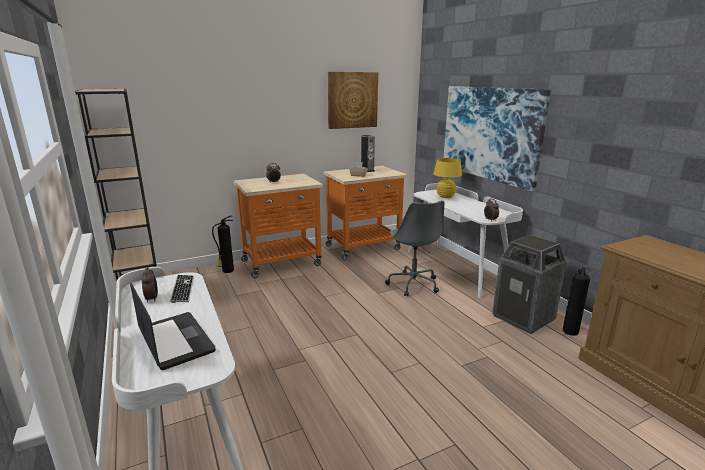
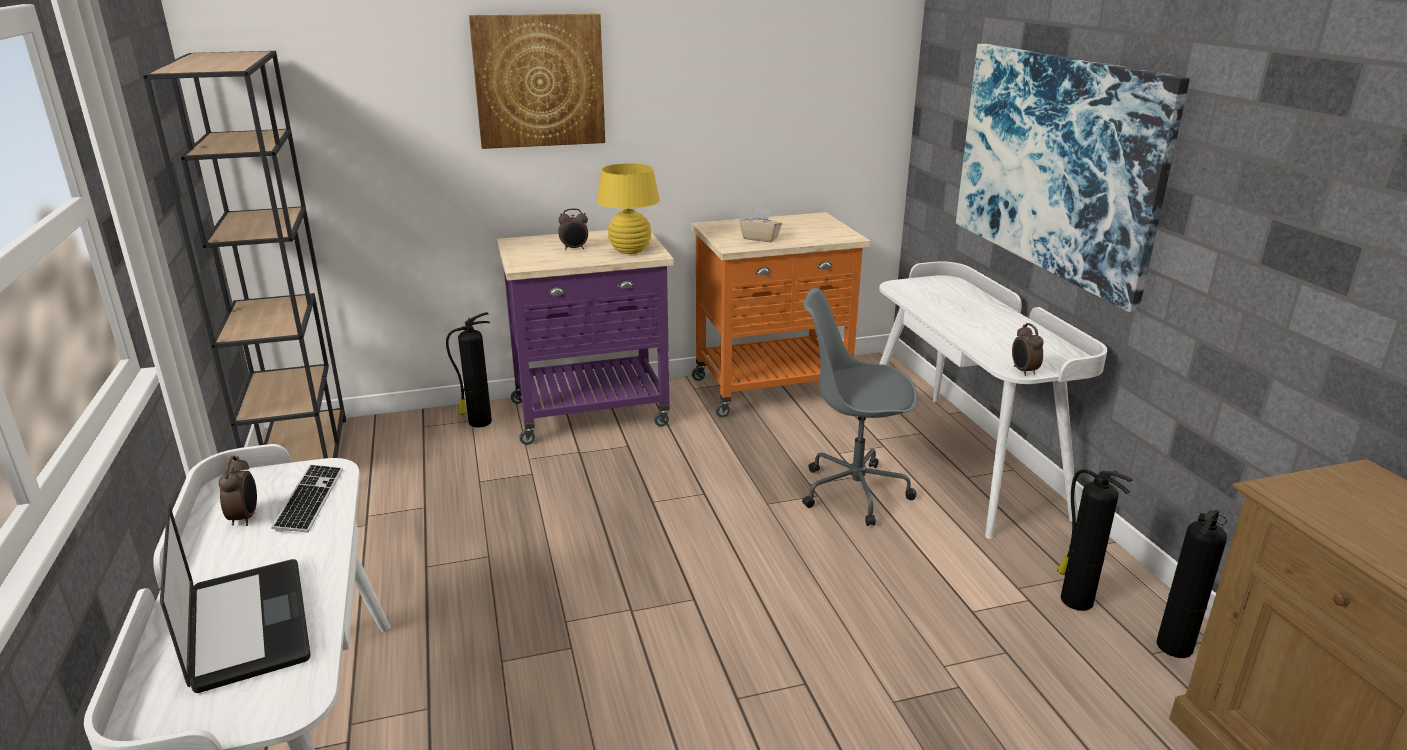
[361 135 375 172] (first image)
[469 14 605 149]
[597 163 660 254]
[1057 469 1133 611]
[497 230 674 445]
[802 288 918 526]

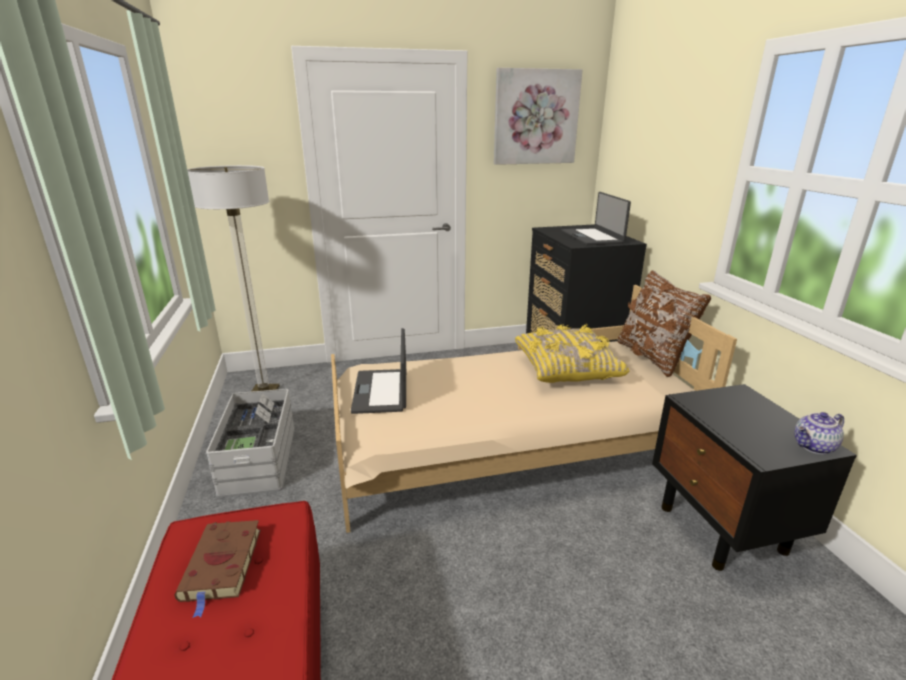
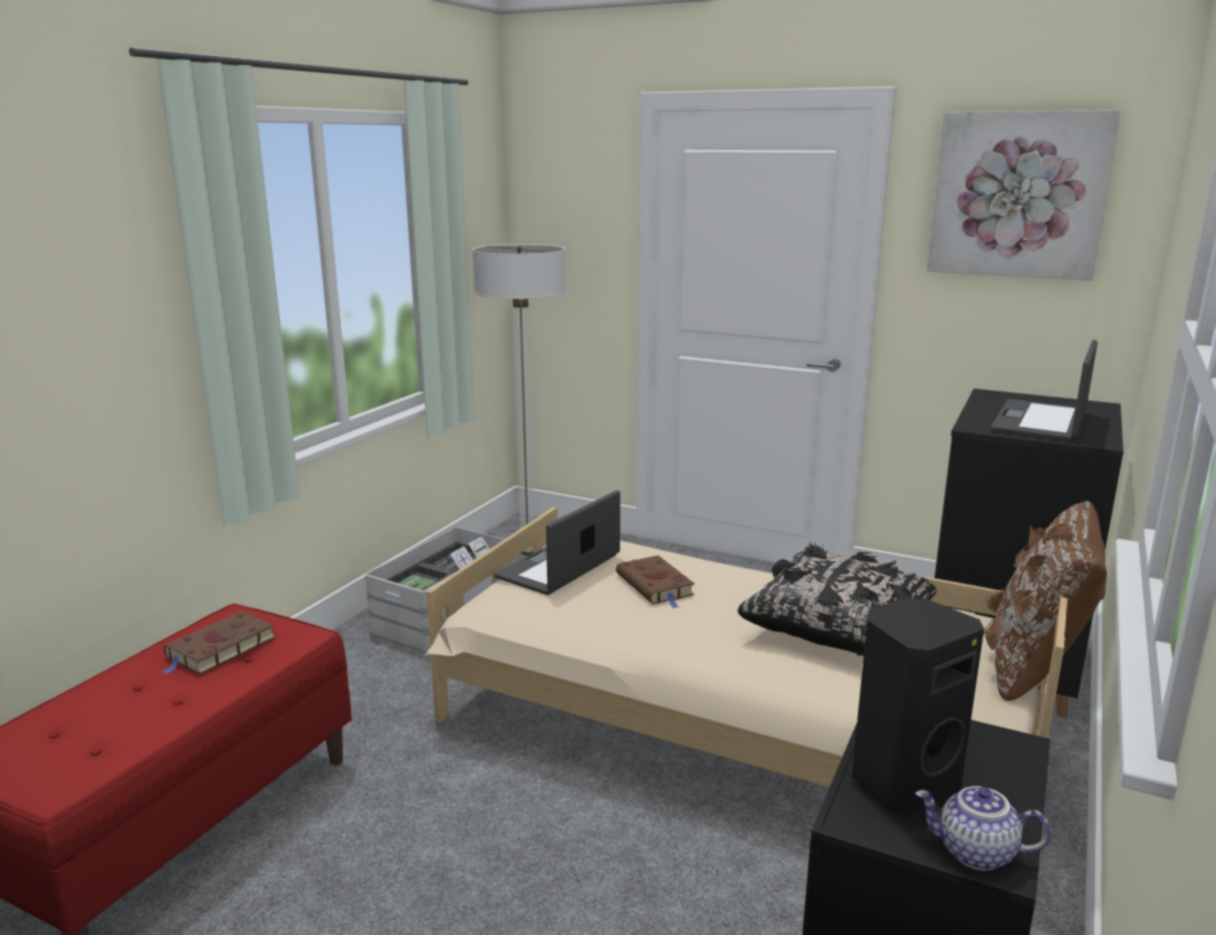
[616 555 695 608]
[852 598 984 816]
[738 542 937 656]

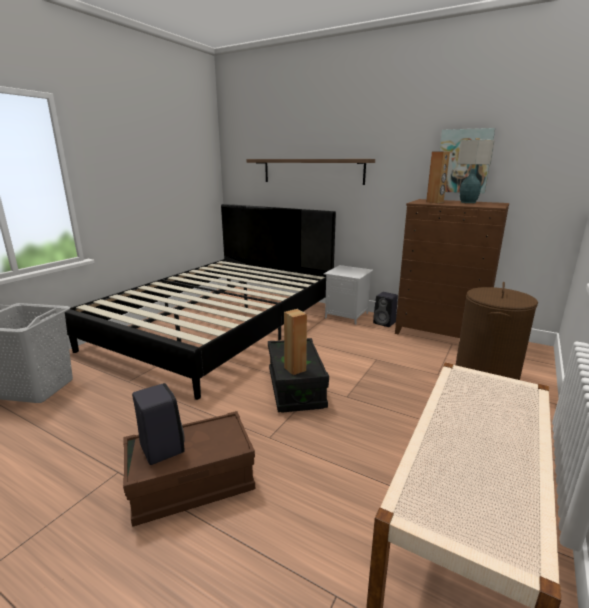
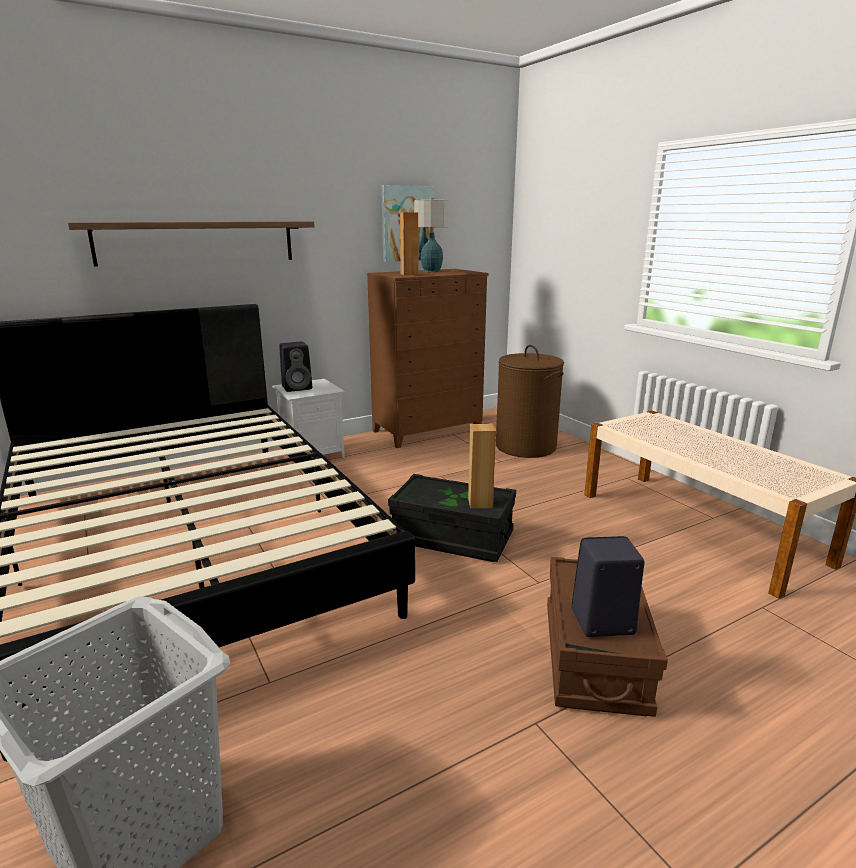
[279 342 312 392]

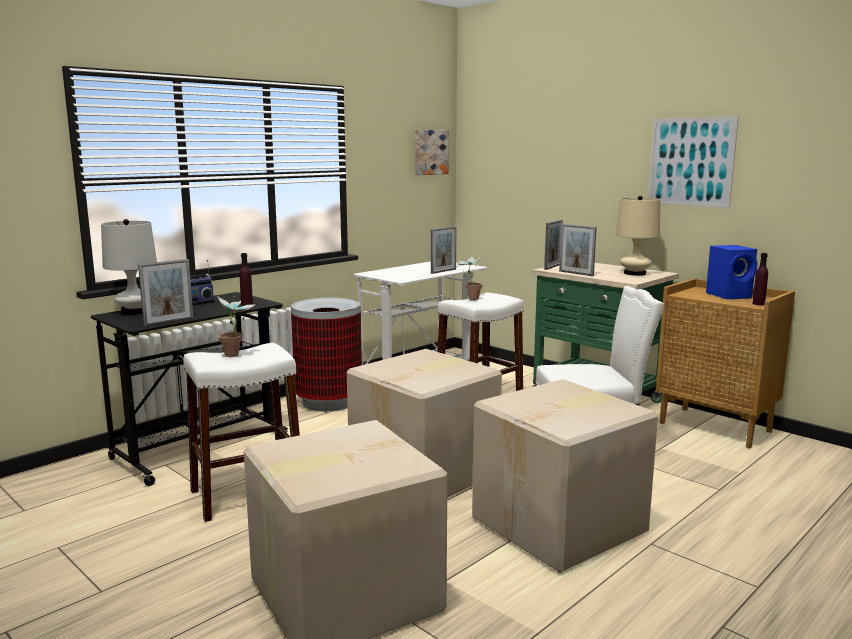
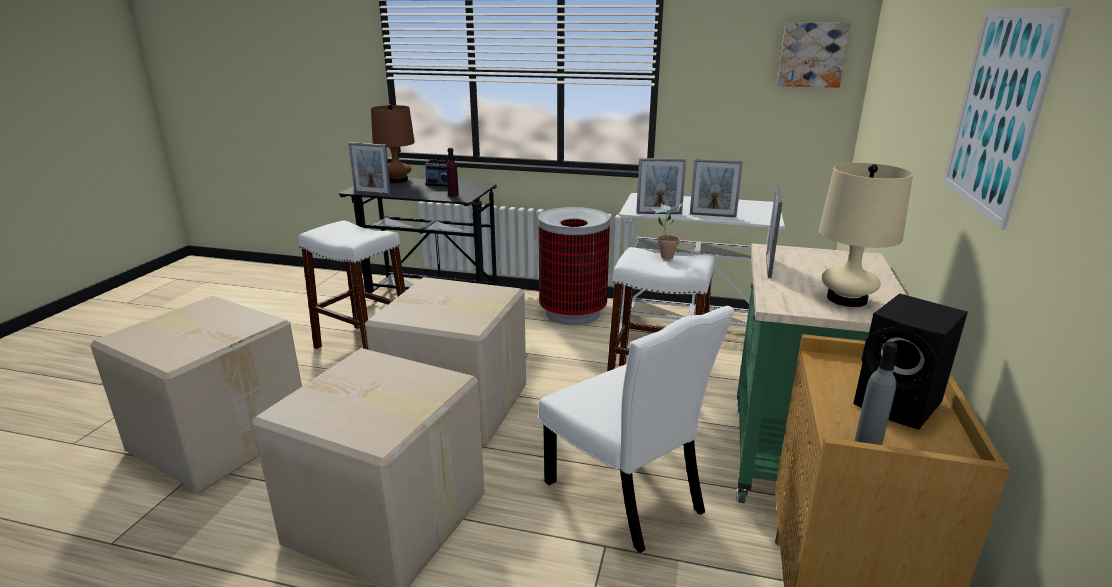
[217 296 256 357] (first image)
[636 158 687 214]
[371 104 415 183]
[853 293 968 430]
[855 342 899 445]

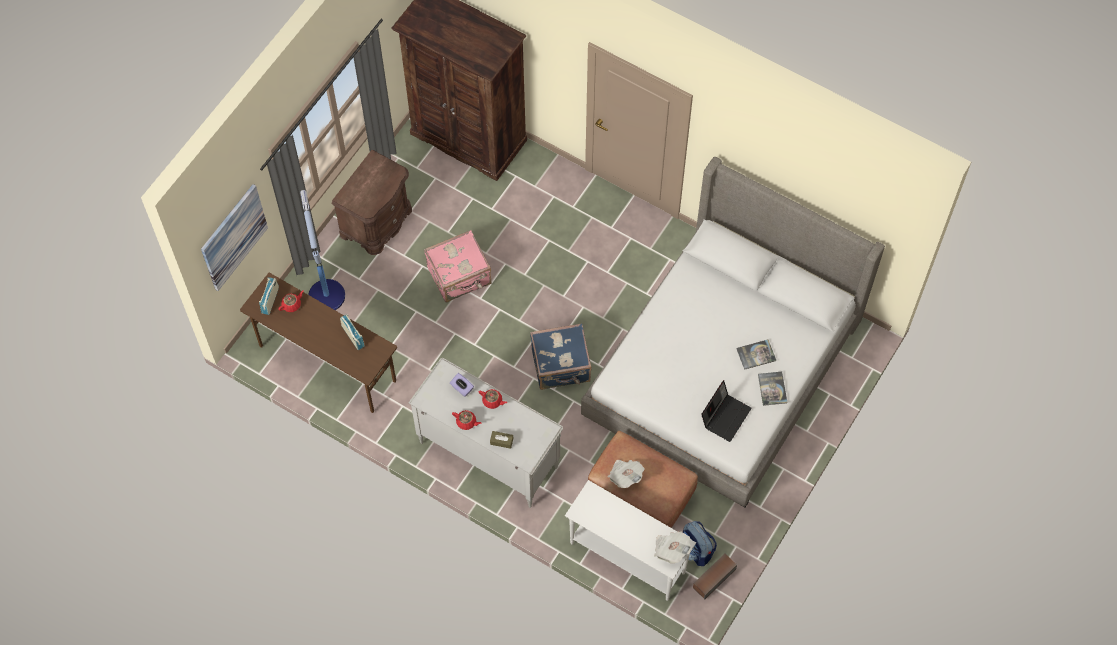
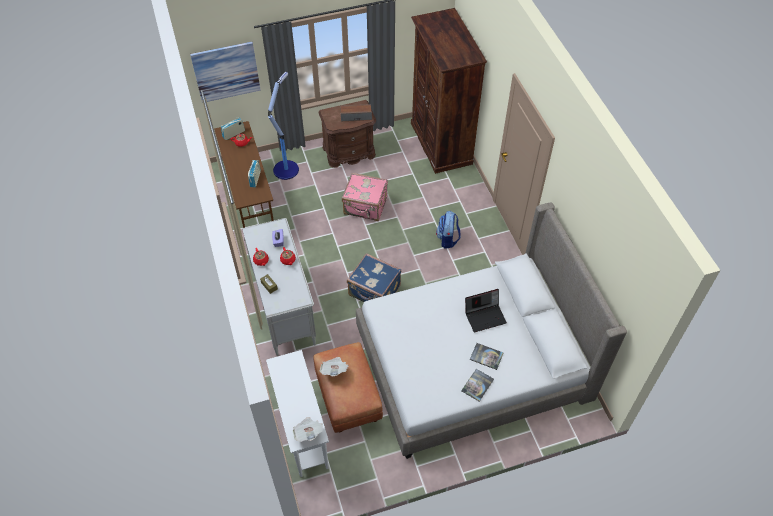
[436 211 461 249]
[341 104 372 121]
[465 289 507 332]

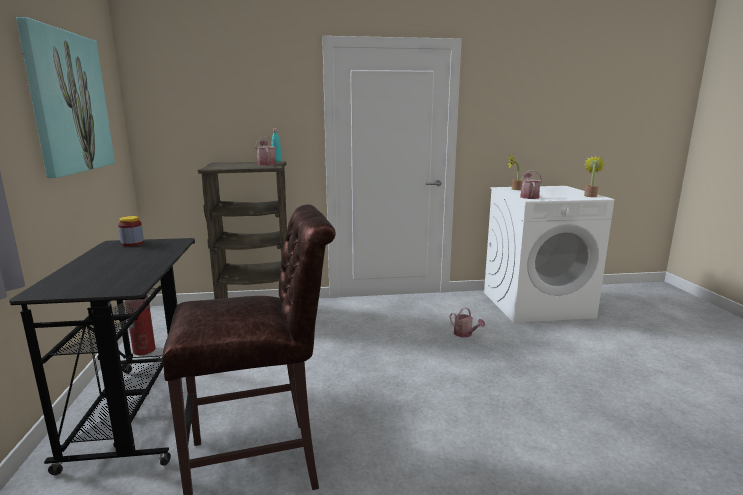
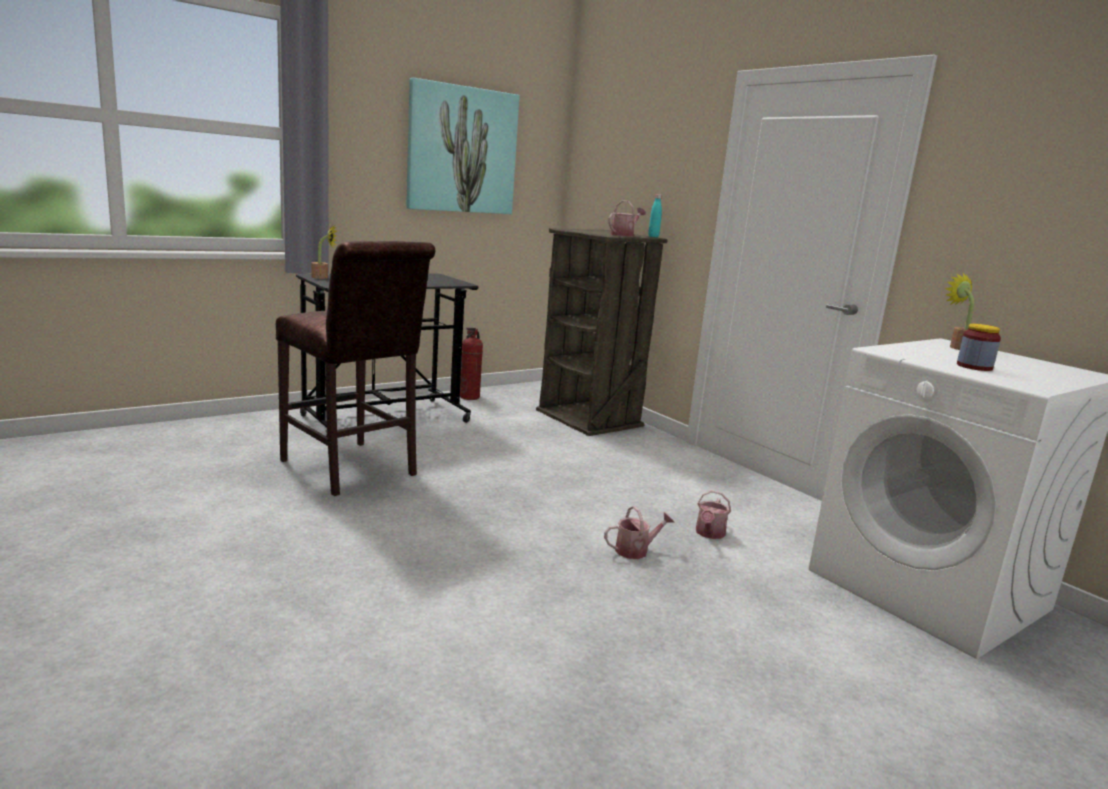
[957 324 1001 371]
[604 506 675 559]
[311 225 337 279]

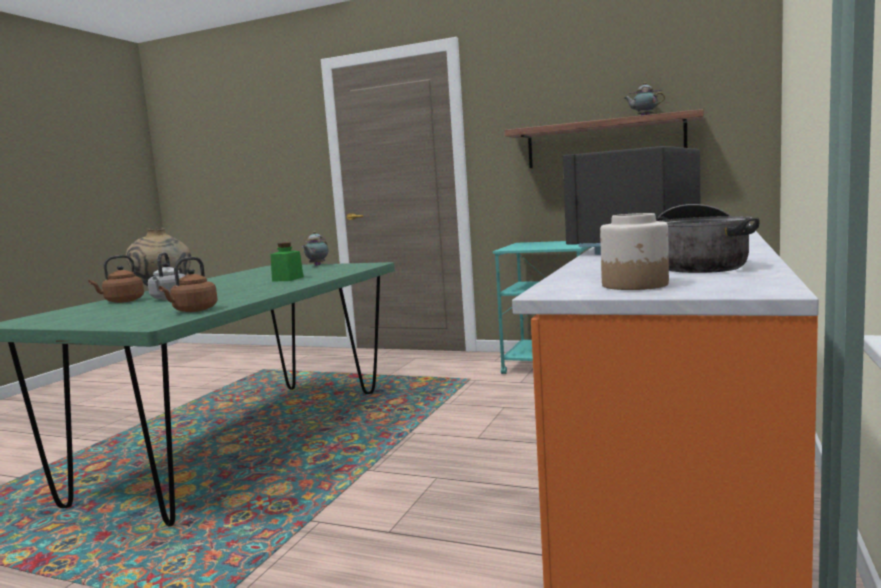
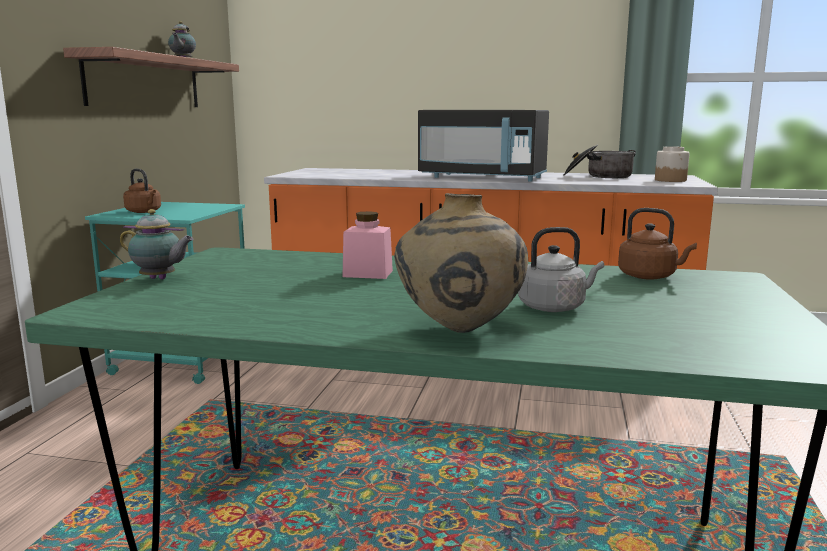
[123 169 161 213]
[343 211 393 279]

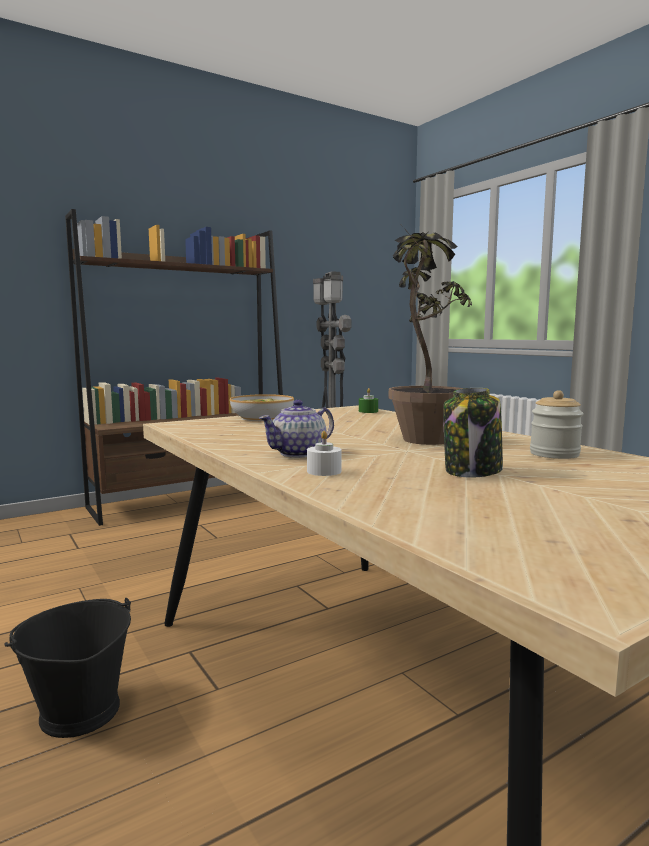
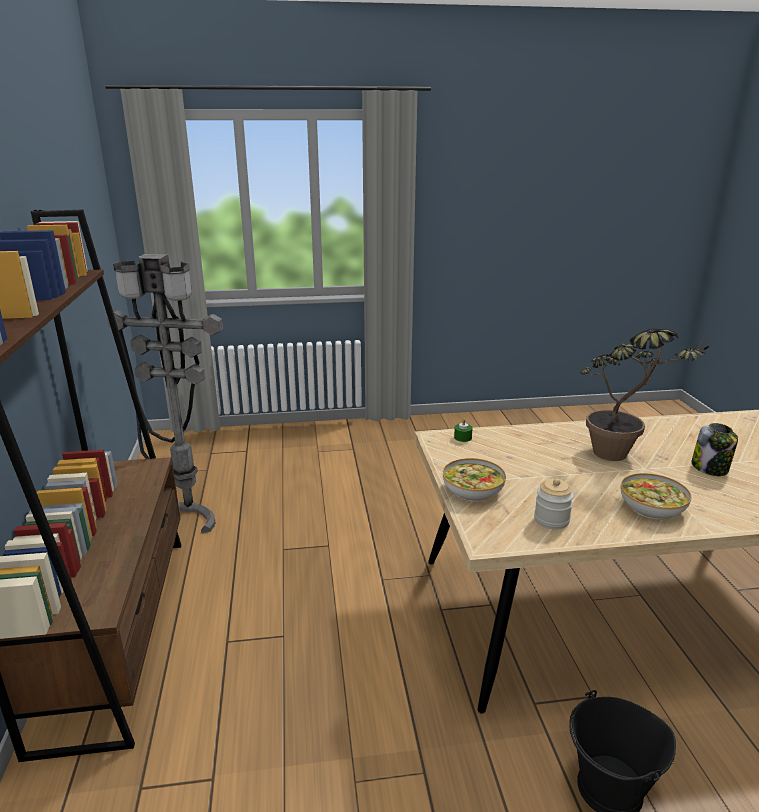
[307 431 341 476] (first image)
[534 478 574 530]
[621 473 691 520]

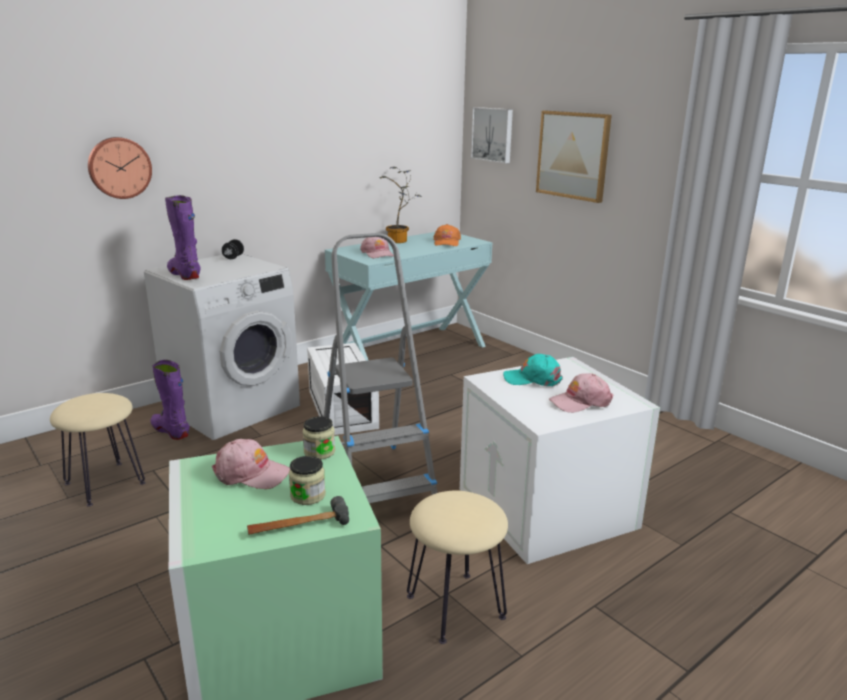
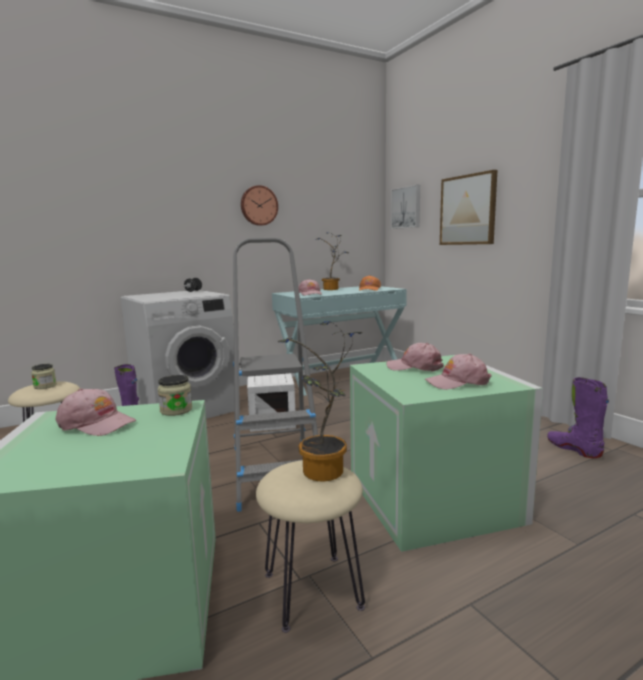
[247 496 349 534] (first image)
[278 321 363 481]
[241 185 278 226]
[547 377 609 458]
[31 364 57 389]
[350 355 543 552]
[386 343 444 371]

